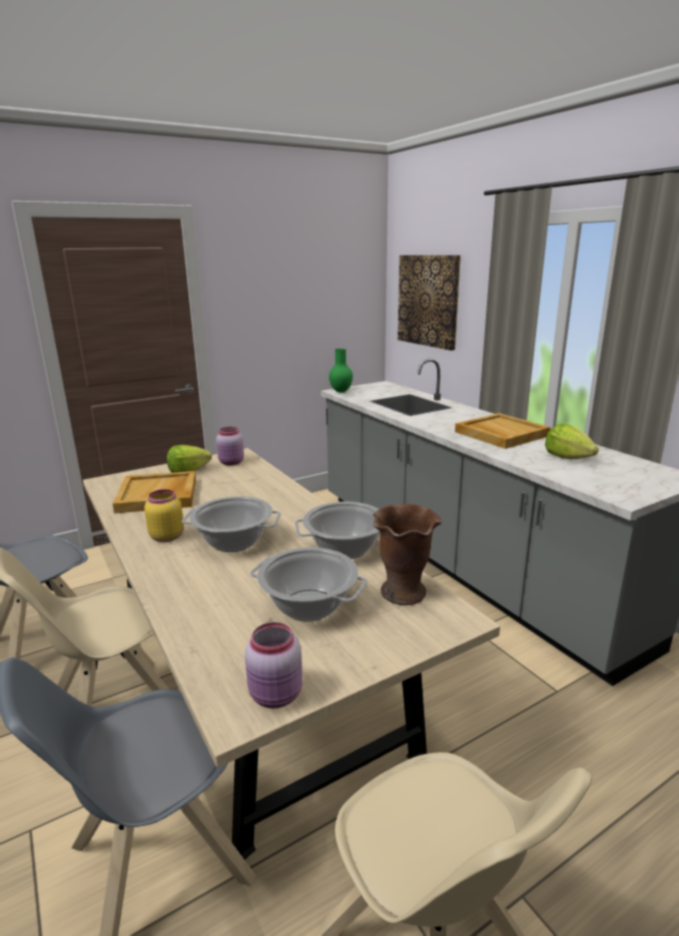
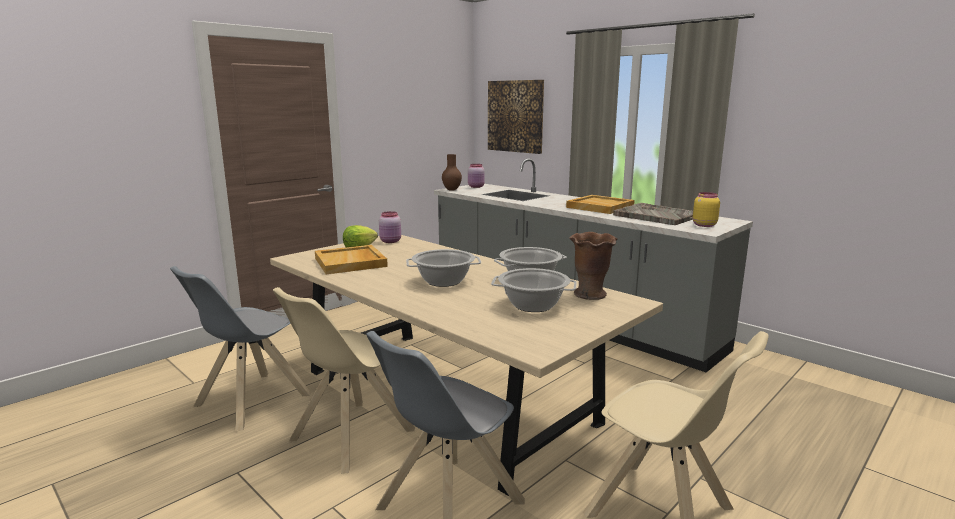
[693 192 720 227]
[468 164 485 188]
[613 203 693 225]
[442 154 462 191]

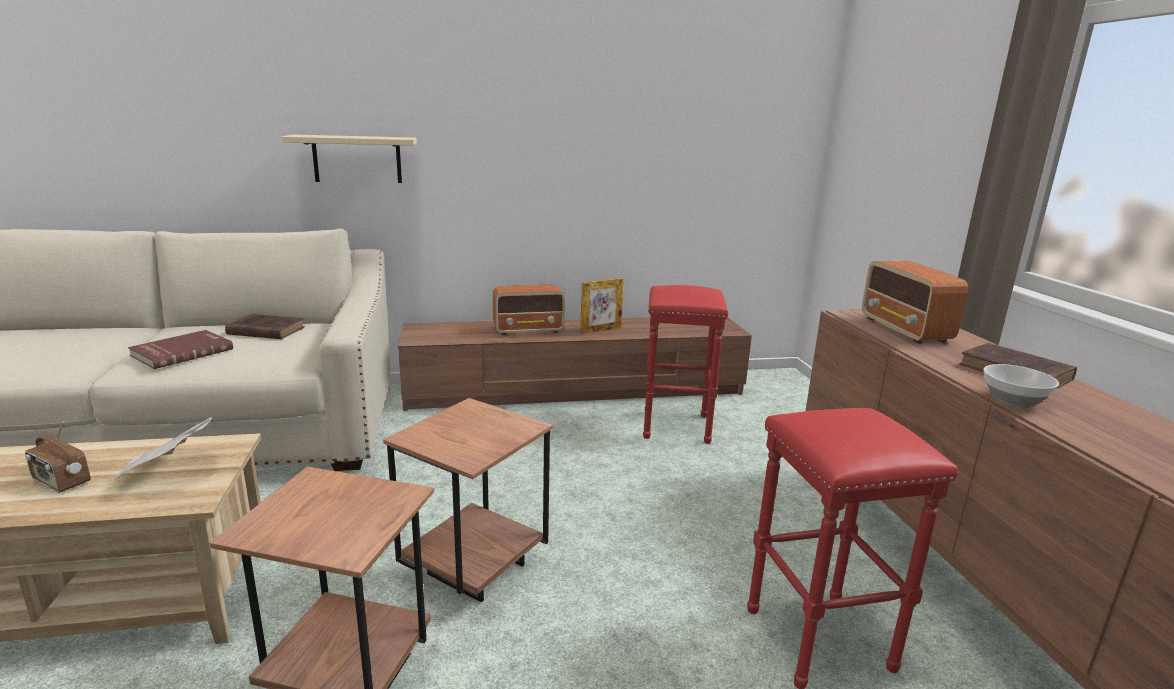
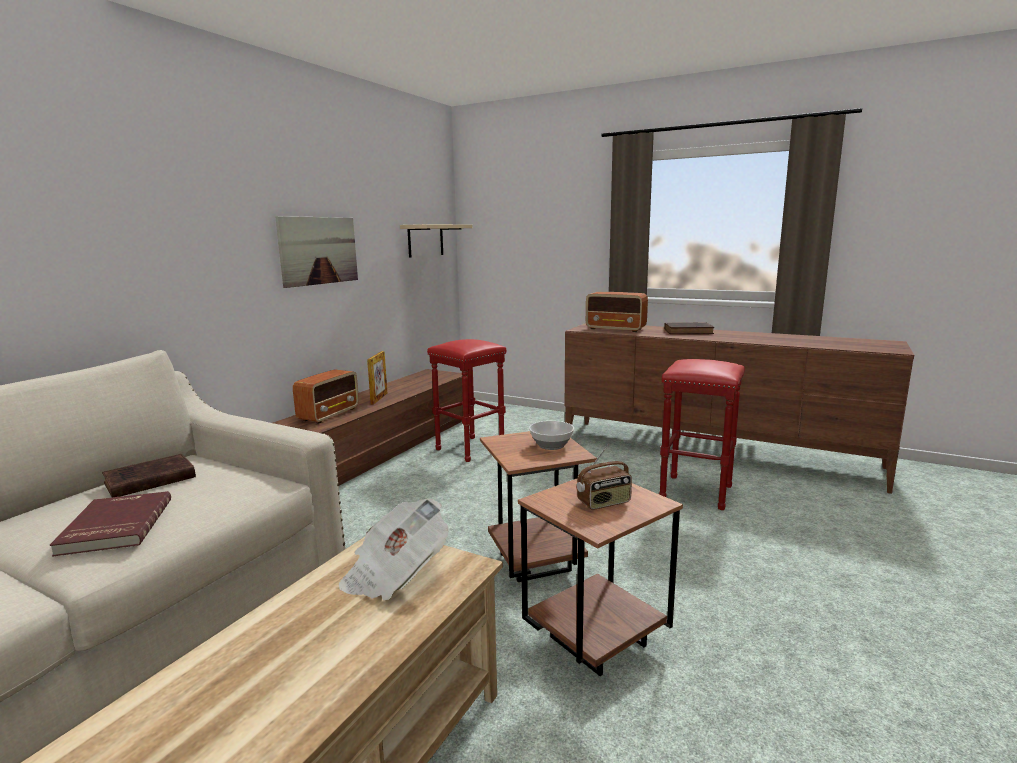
[275 216 358 288]
[577 444 632 510]
[400 224 472 257]
[529 421 574 450]

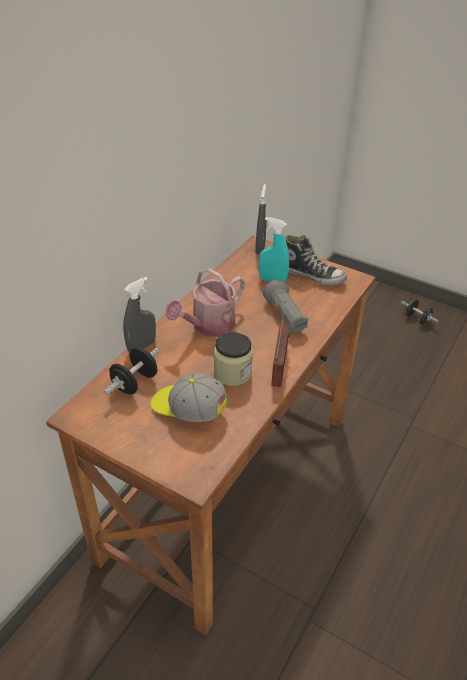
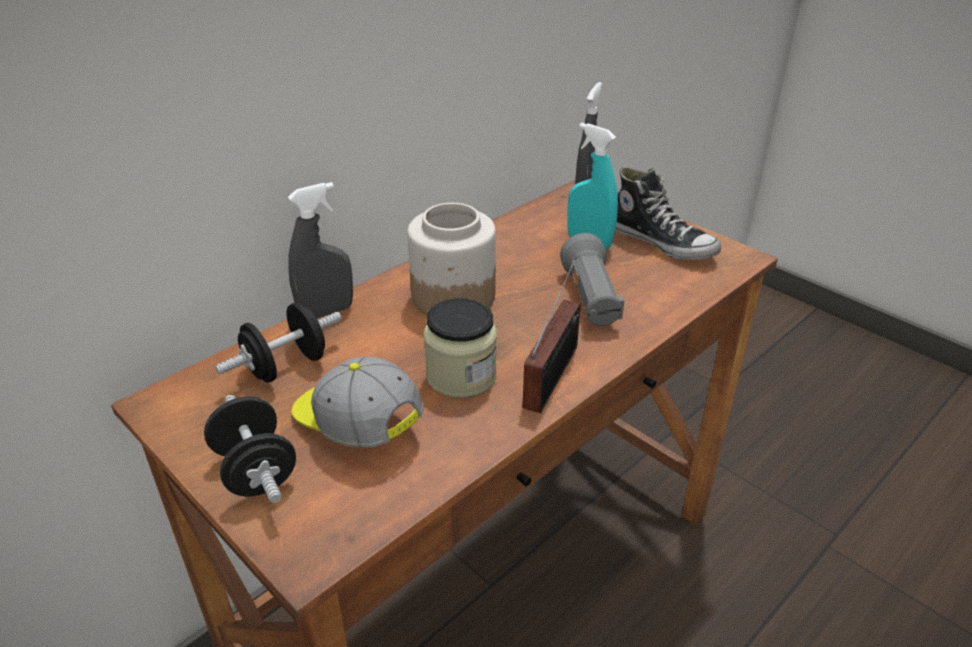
[204 395 296 503]
[407 203 496 315]

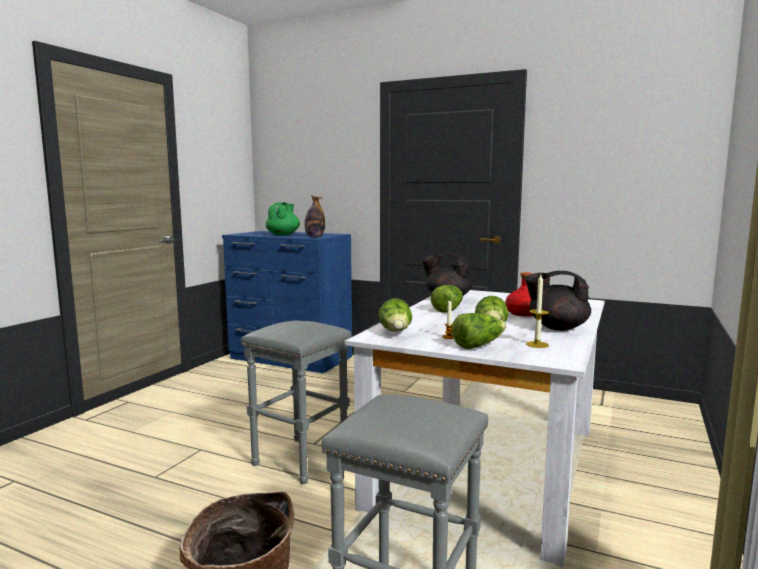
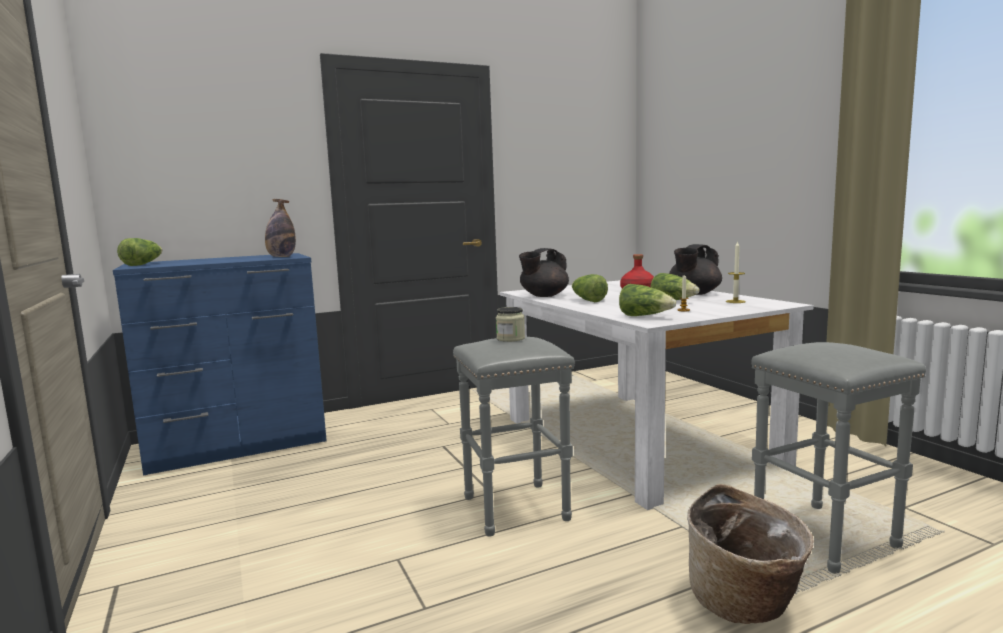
[266 202 300 236] (first image)
[496 307 525 342]
[117 238 162 266]

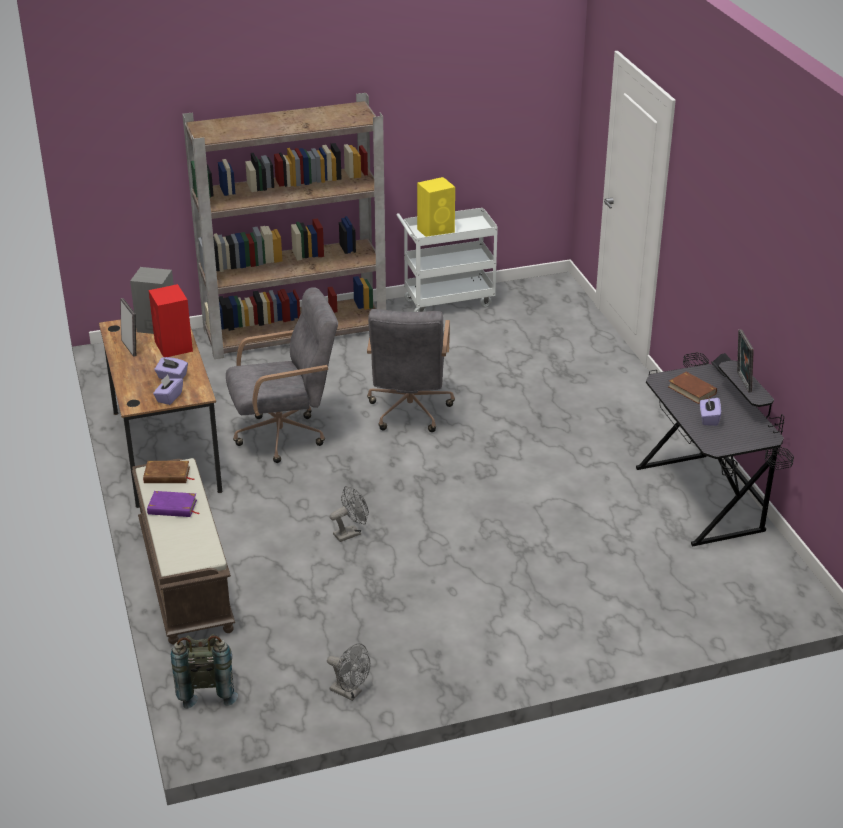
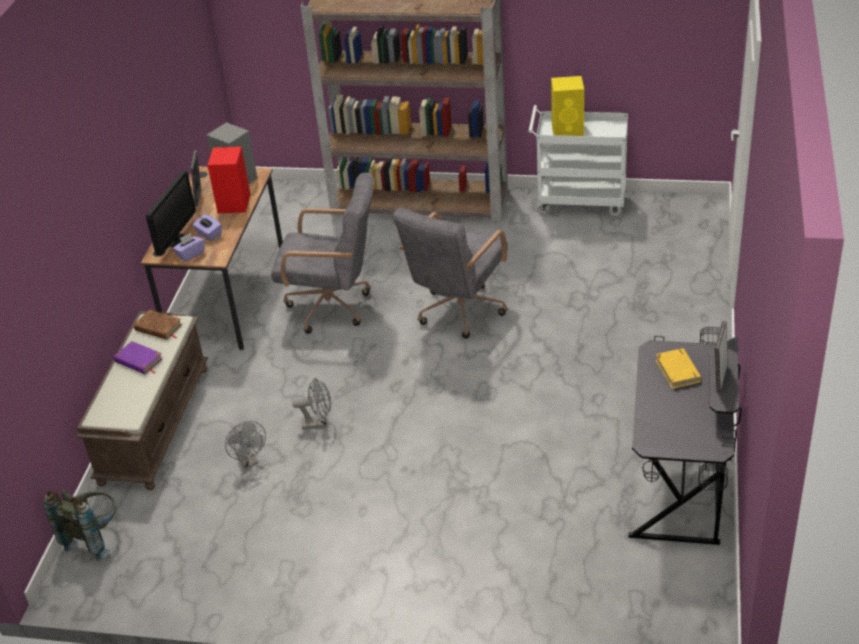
[700 395 721 426] (first image)
[146 171 196 256]
[225 421 266 469]
[656 348 701 389]

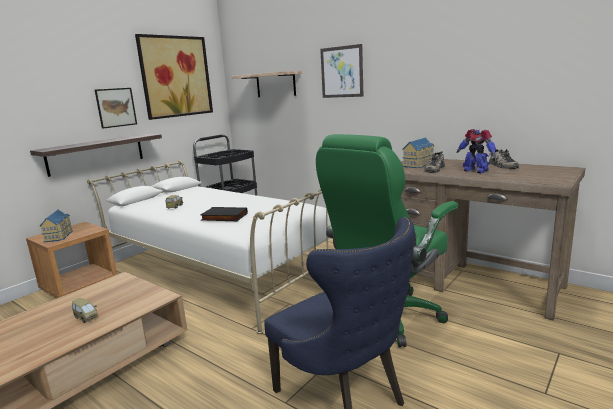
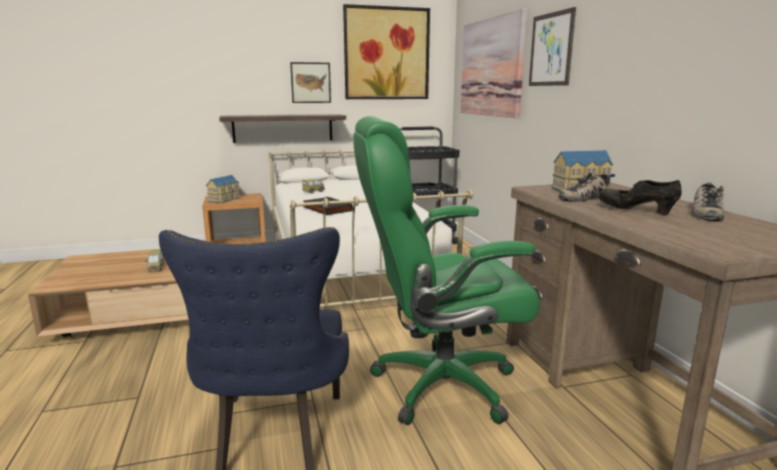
[461 8 527 118]
[598 180 682 215]

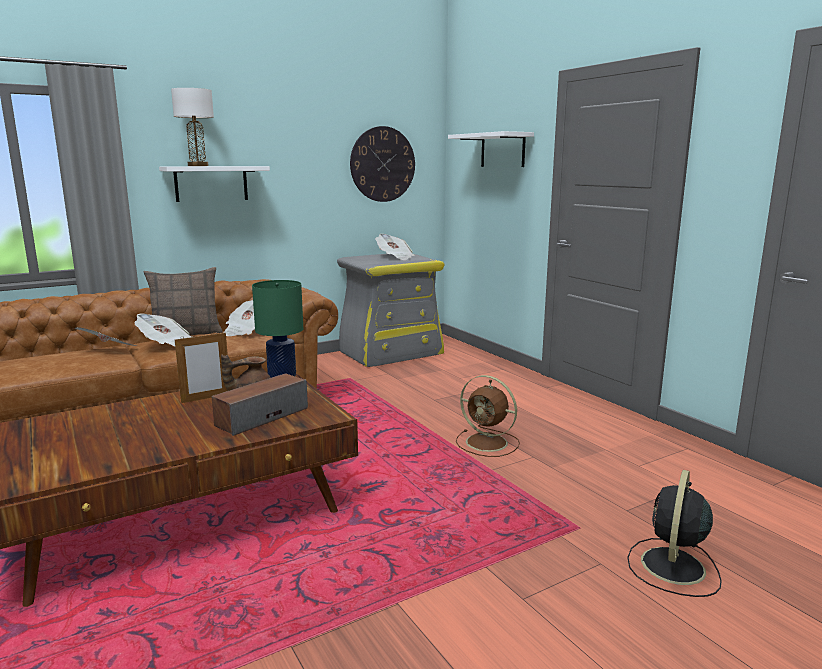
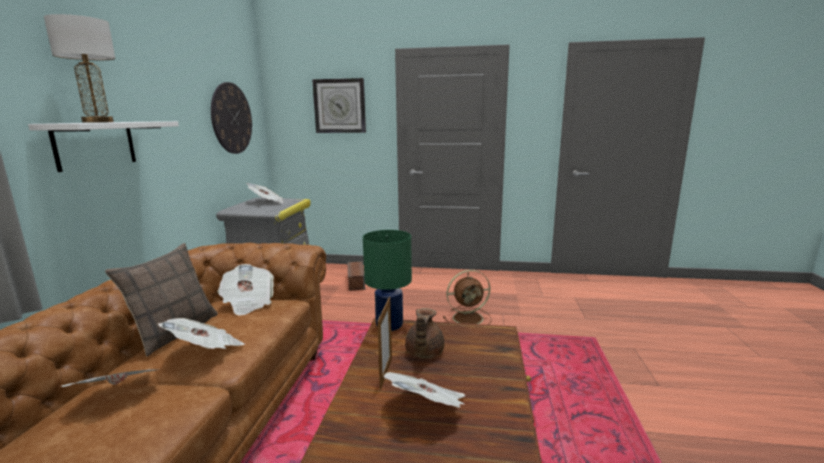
[627 470 722 597] (first image)
[384 372 465 408]
[347 261 365 291]
[312 78 366 133]

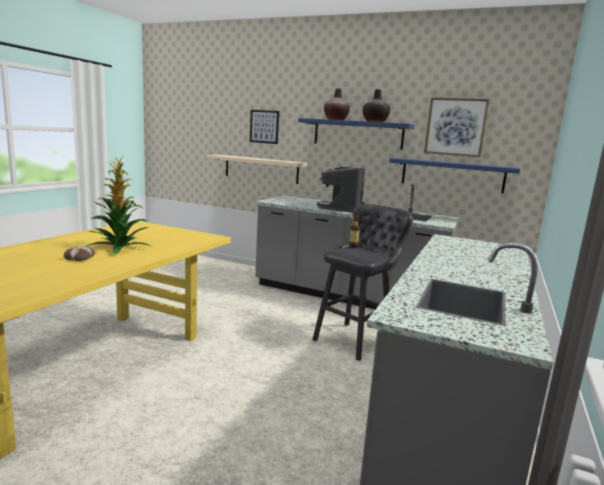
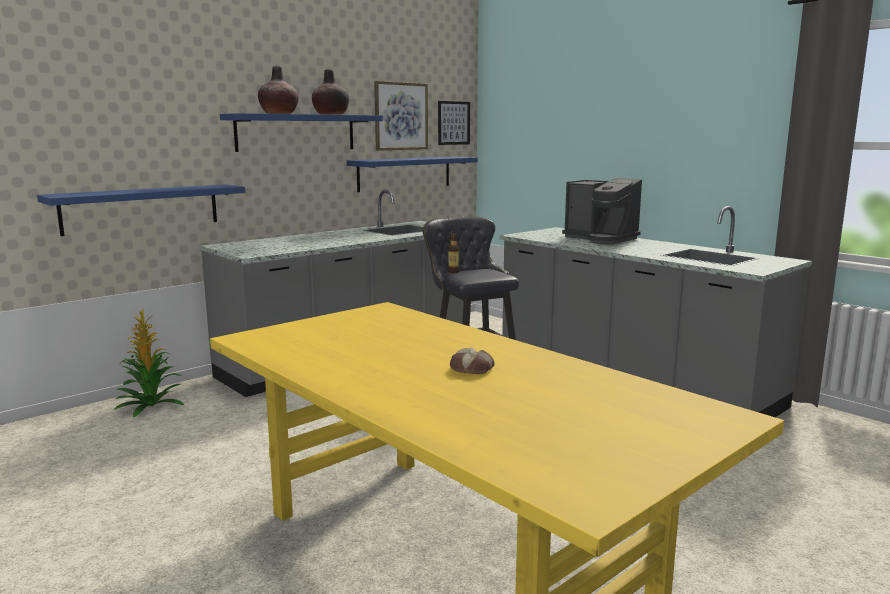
[113 309 184 417]
[438 101 470 145]
[562 178 642 244]
[37 184 245 236]

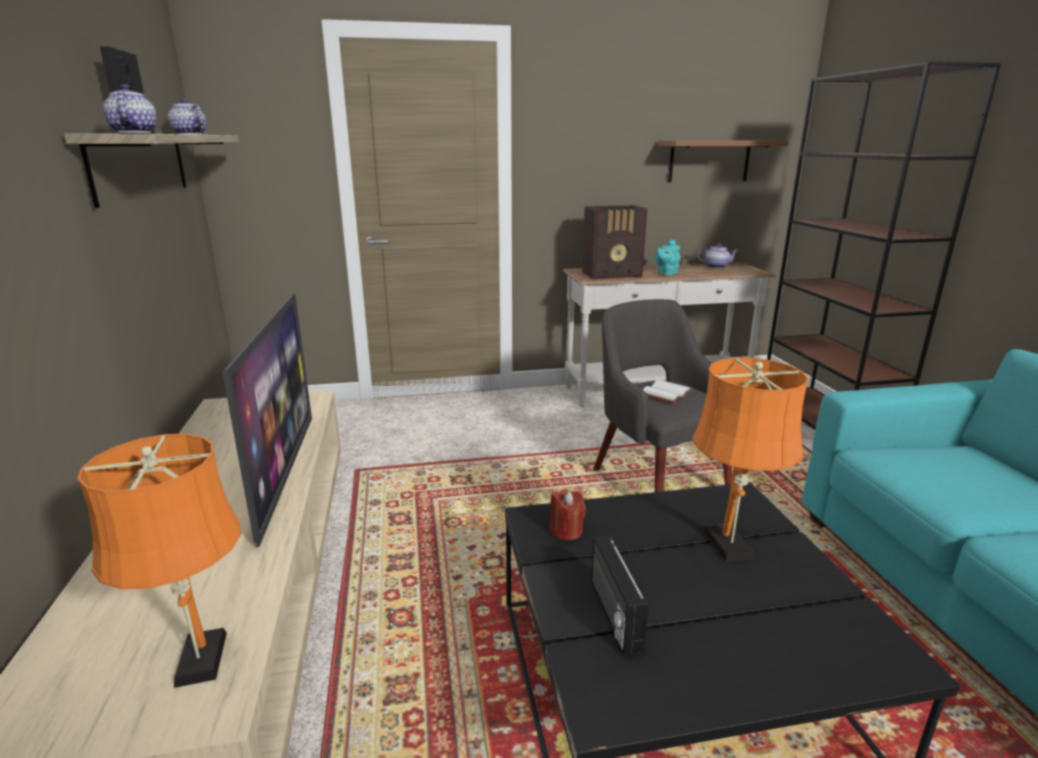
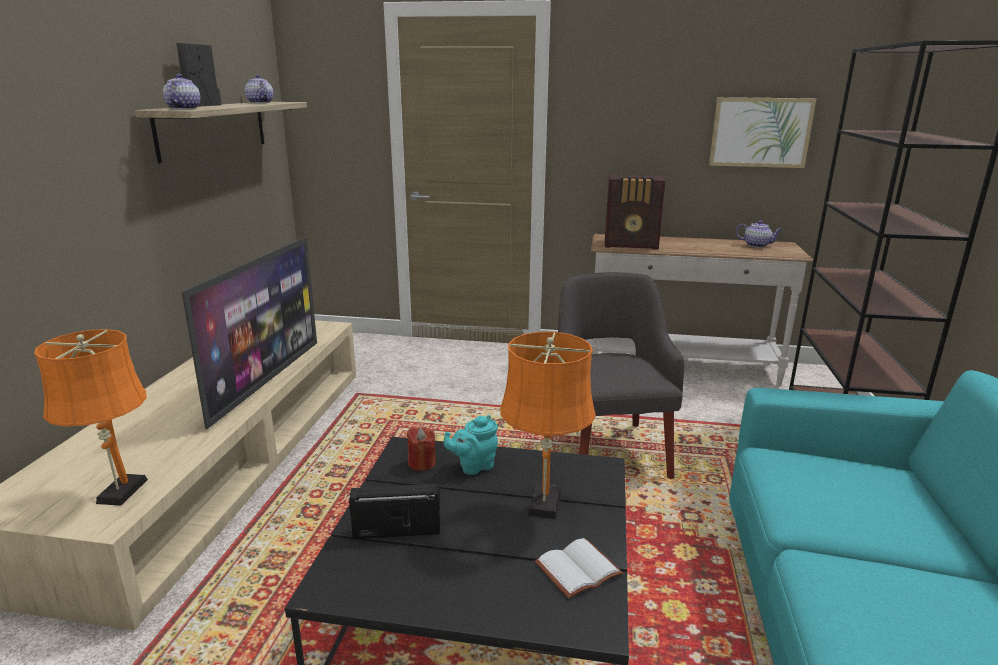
[535 538 623 599]
[444 415 498 475]
[709 97 816 168]
[349 484 440 539]

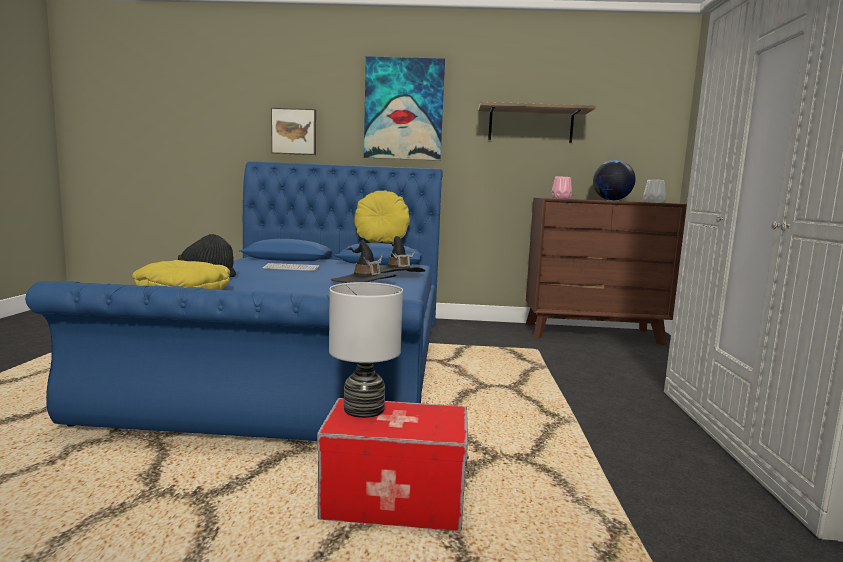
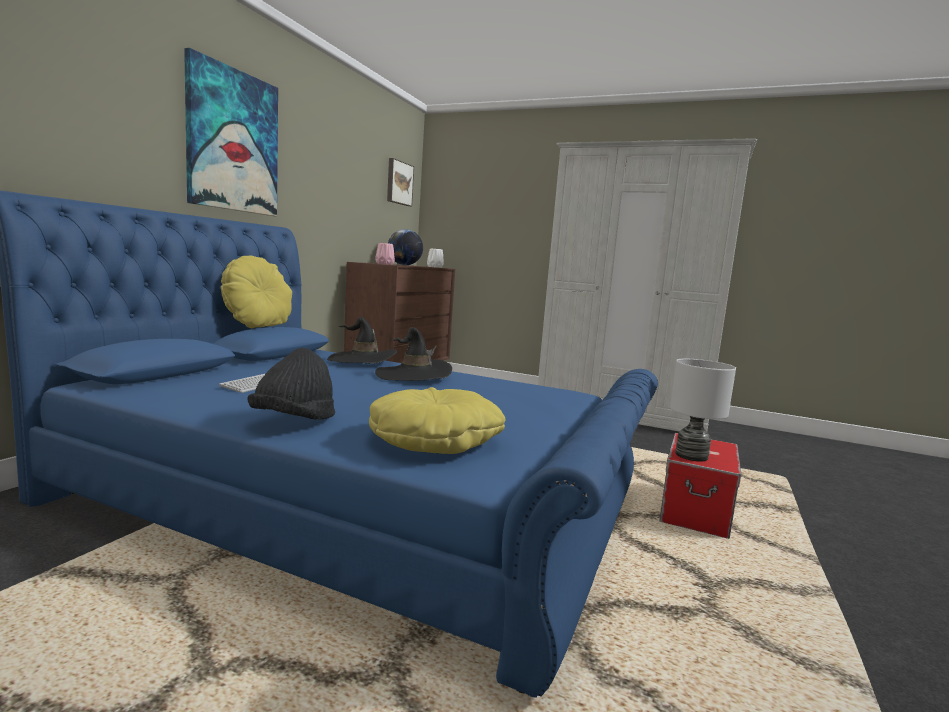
[478 102 596 143] (first image)
[387 158 414 206]

